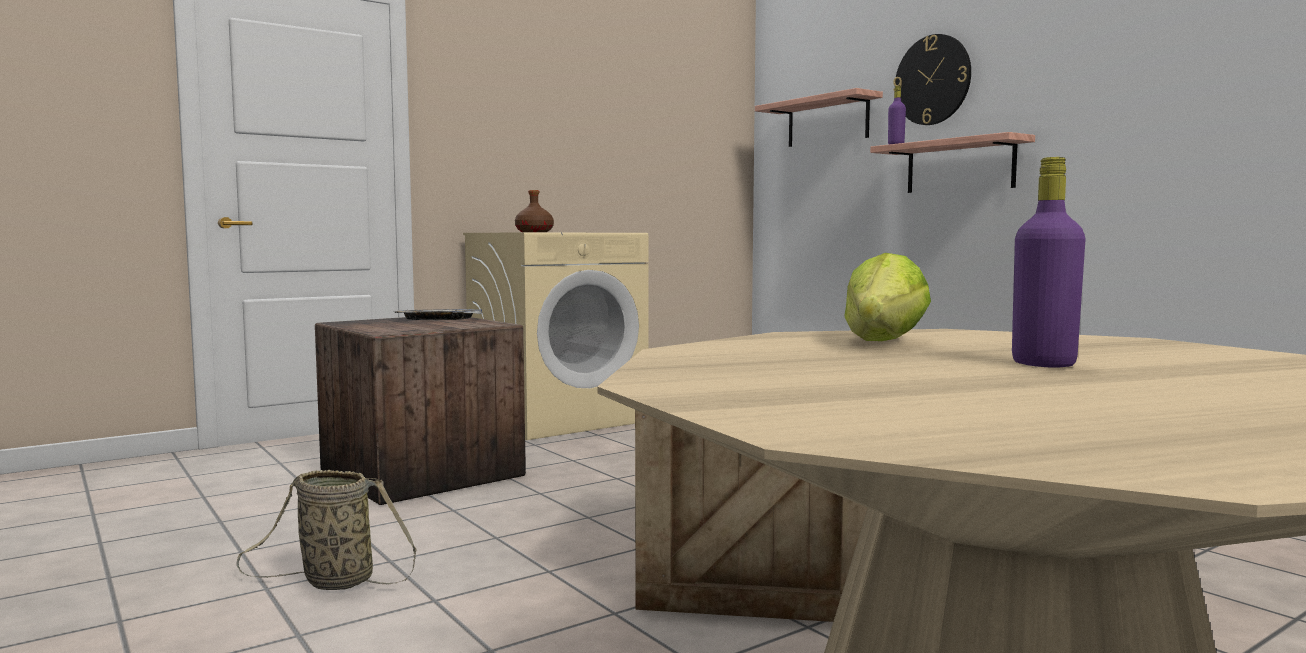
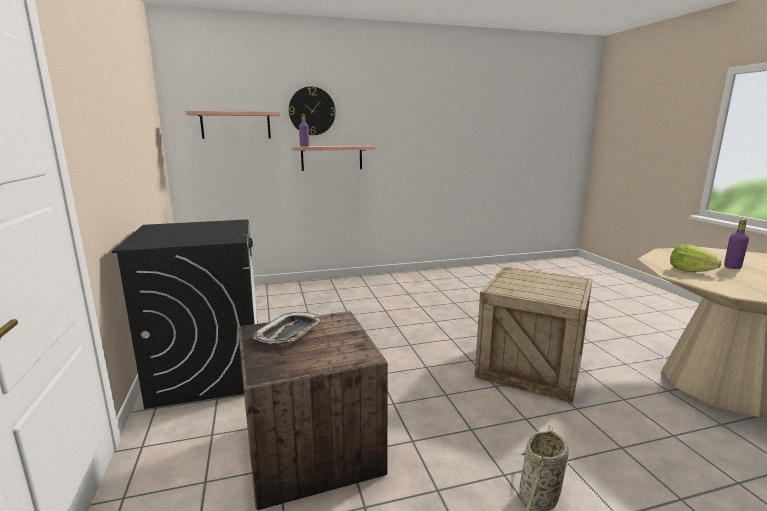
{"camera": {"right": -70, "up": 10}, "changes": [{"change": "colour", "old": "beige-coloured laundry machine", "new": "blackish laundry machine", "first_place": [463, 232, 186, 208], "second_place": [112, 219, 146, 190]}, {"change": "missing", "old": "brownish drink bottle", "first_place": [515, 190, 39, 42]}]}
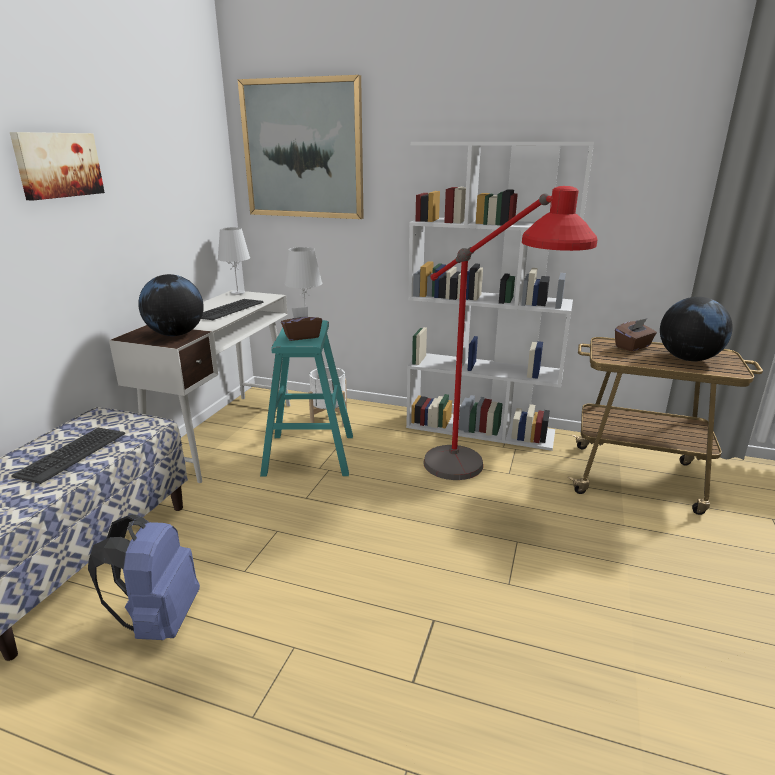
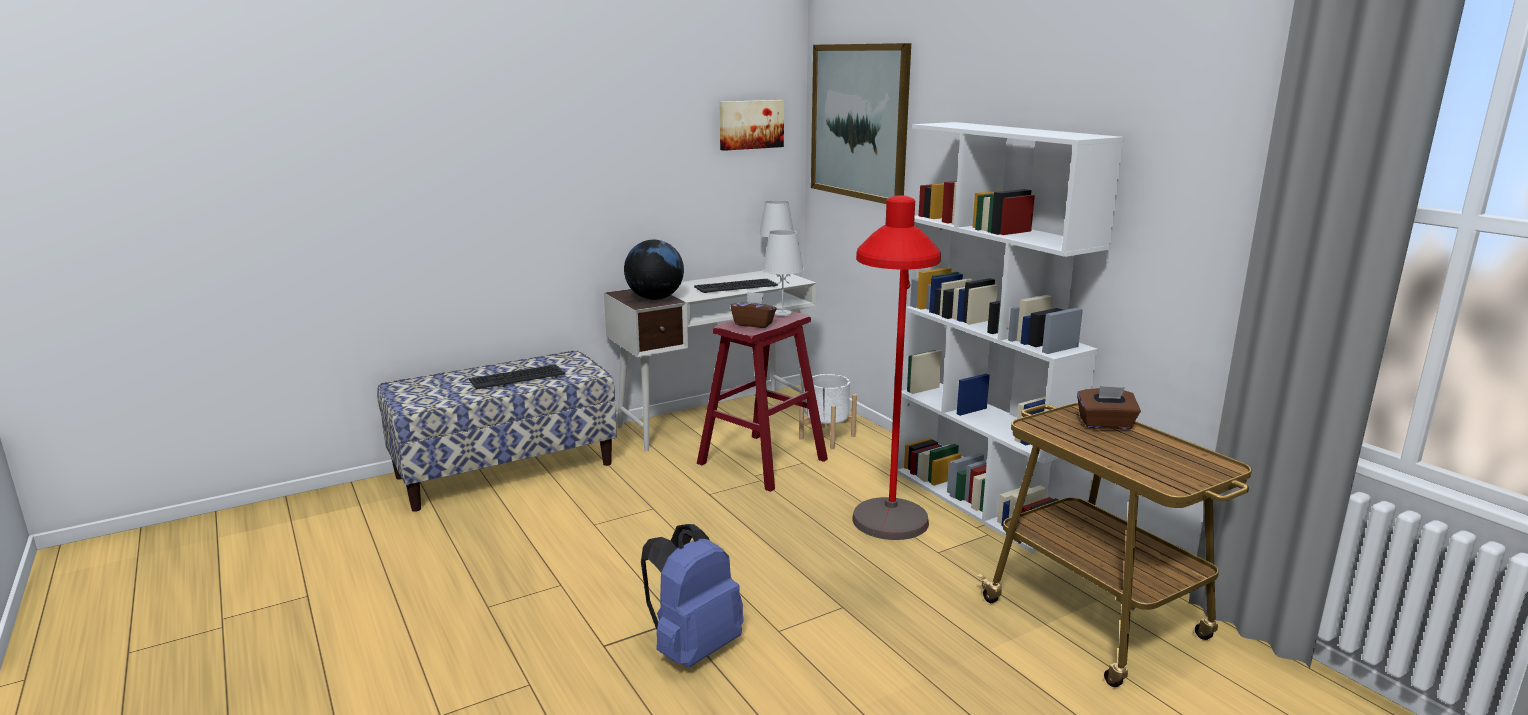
{"camera": {"right": 40, "up": -5}, "changes": [{"change": "relocated", "old": "bluish backpack", "first_place": [88, 514, 112, 126], "second_place": [641, 524, 103, 143]}, {"change": "colour", "old": "blue-green stool", "new": "reddish stool", "first_place": [260, 320, 93, 156], "second_place": [697, 308, 131, 184]}, {"change": "relocated", "old": "picture", "first_place": [10, 132, 95, 69], "second_place": [720, 100, 64, 51]}, {"change": "missing", "old": "world globe", "first_place": [660, 297, 73, 64]}]}
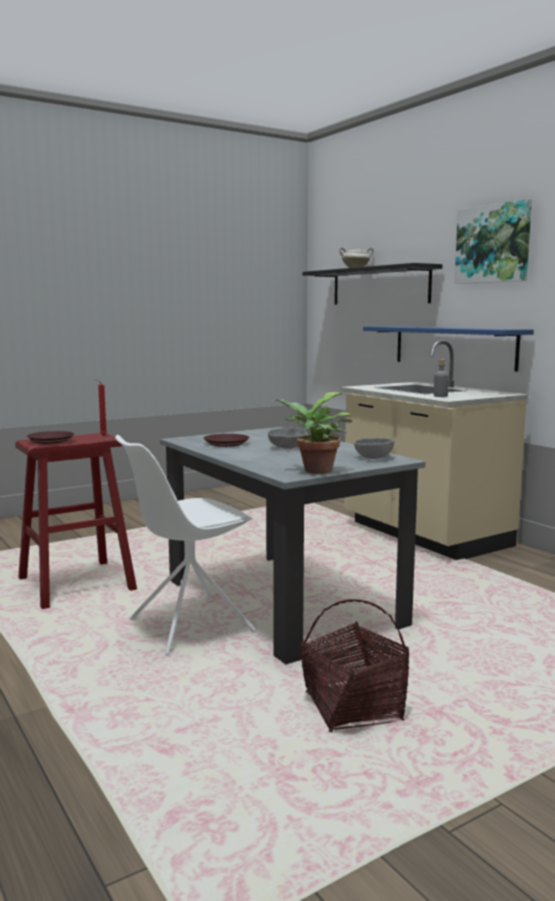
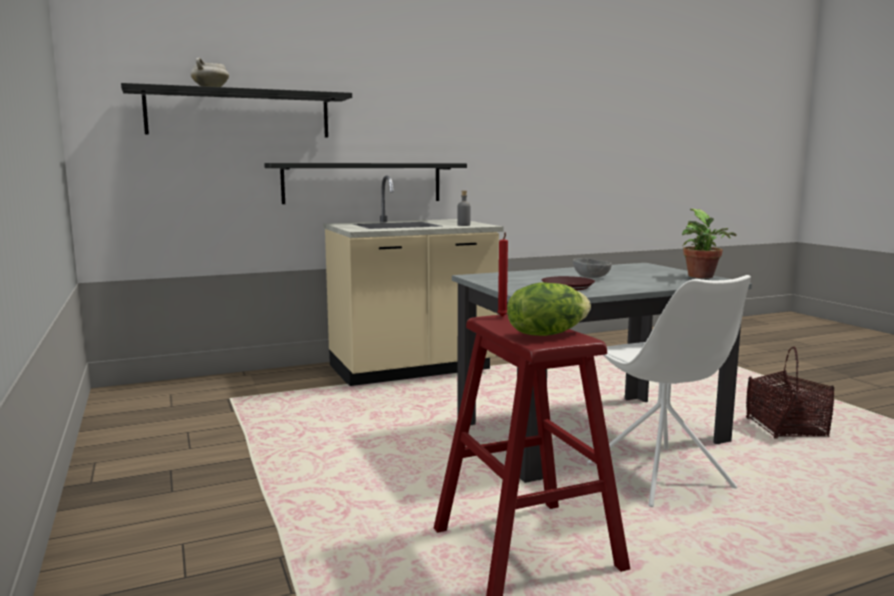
{"camera": {"right": -80, "up": 0}, "changes": [{"change": "colour", "old": "bluish bracket shelf", "new": "blackish bracket shelf", "first_place": [363, 326, 171, 46], "second_place": [264, 163, 203, 41]}, {"change": "exchanged", "old": "brownish dinner plate", "new": "lettuce", "first_place": [27, 431, 47, 13], "second_place": [507, 283, 84, 53]}, {"change": "missing", "old": "greyish deep dish", "first_place": [354, 438, 40, 21]}, {"change": "missing", "old": "picture", "first_place": [455, 199, 77, 85]}]}
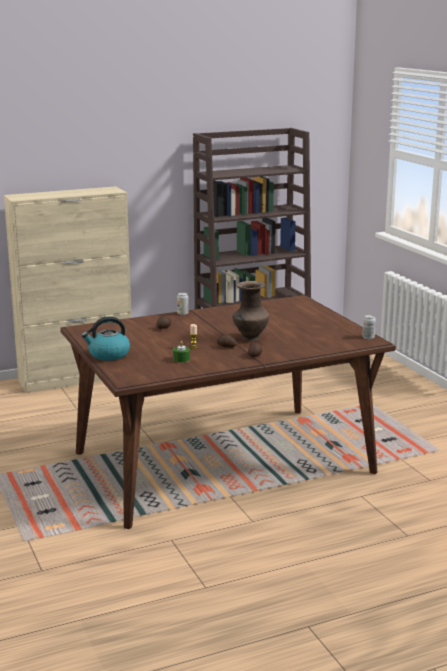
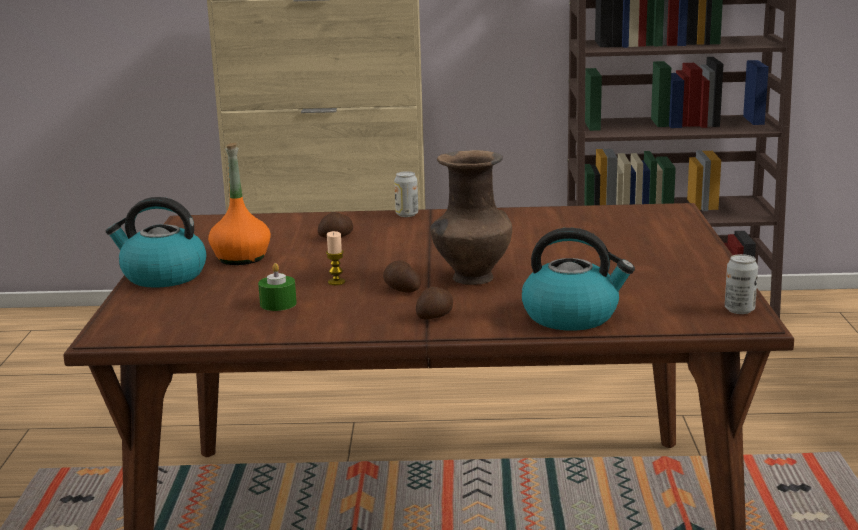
{"camera": {"right": 25, "up": 0}, "changes": [{"change": "appeared", "new": "orange drink bottle", "second_place": [208, 143, 63, 122]}, {"change": "appeared", "new": "water kettle", "second_place": [522, 228, 113, 103]}]}
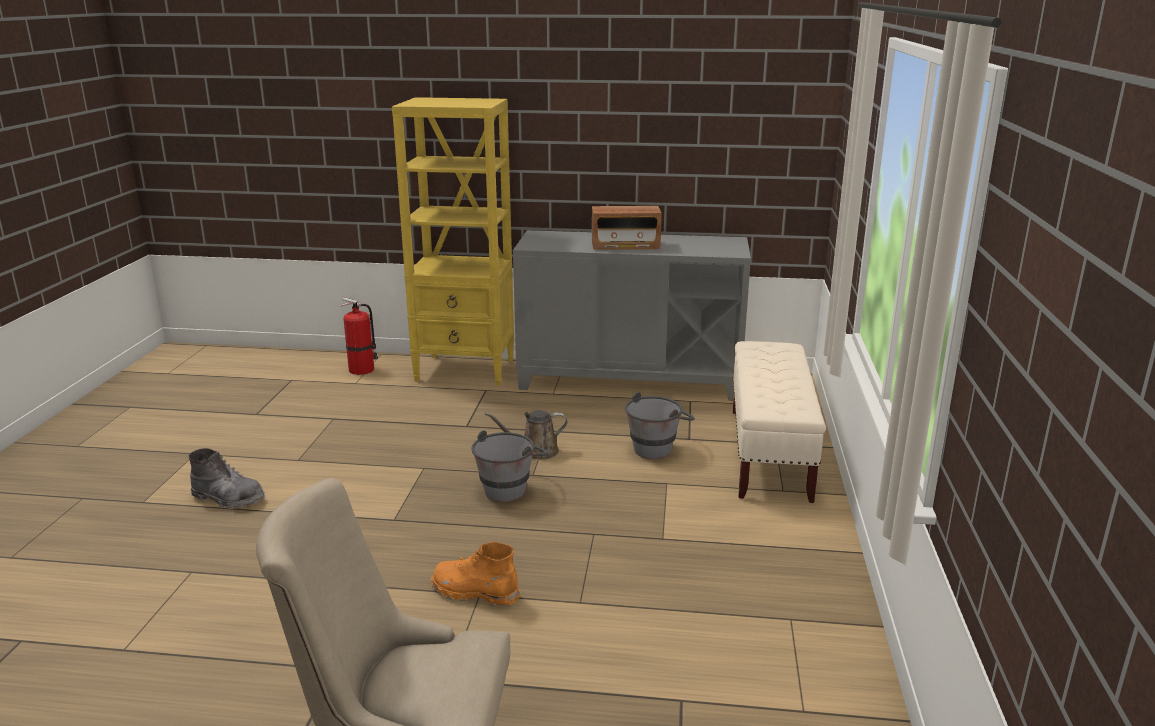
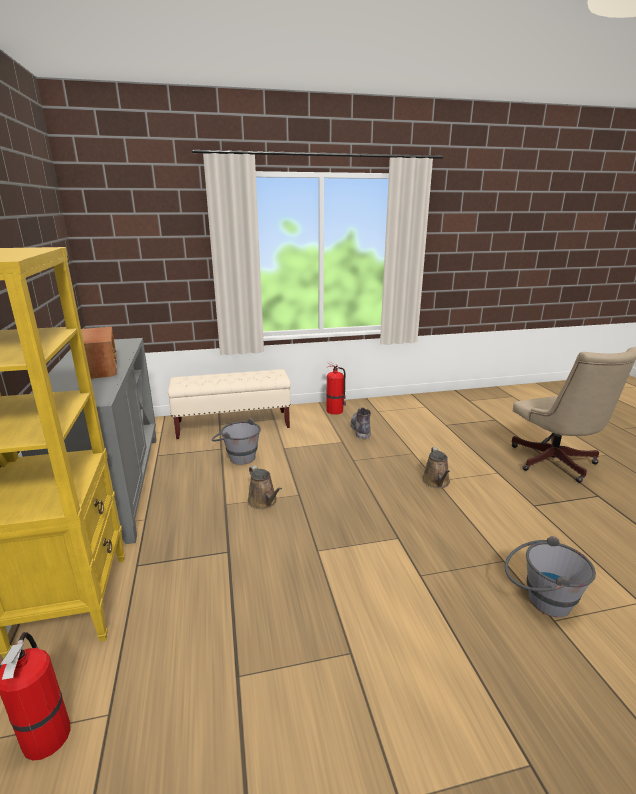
{"camera": {"right": -110, "up": 0}, "changes": [{"change": "appeared", "new": "fire-fighting cylinder", "second_place": [326, 362, 20, 53]}, {"change": "relocated", "old": "greyish boot", "first_place": [189, 448, 76, 62], "second_place": [351, 407, 20, 33]}, {"change": "exchanged", "old": "orange boot", "new": "brownish sprinkling can", "first_place": [431, 542, 89, 65], "second_place": [422, 447, 28, 41]}, {"change": "relocated", "old": "greyish pail", "first_place": [471, 430, 76, 72], "second_place": [505, 536, 91, 81]}]}
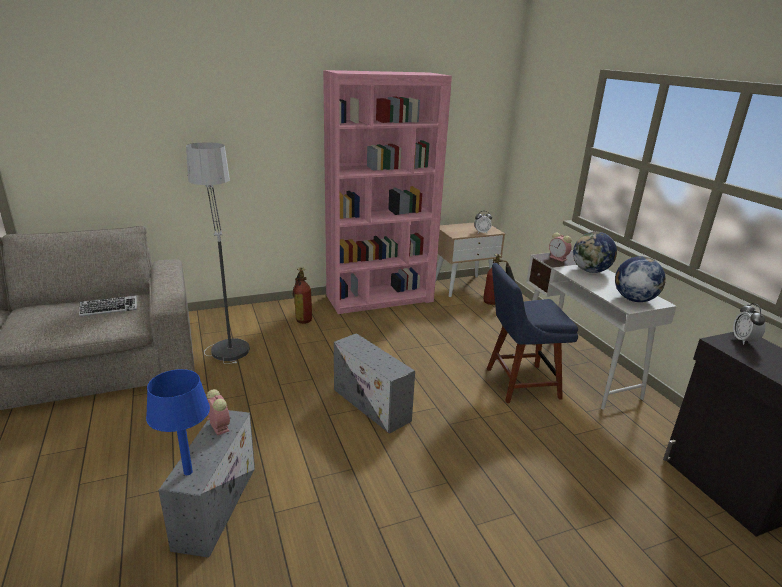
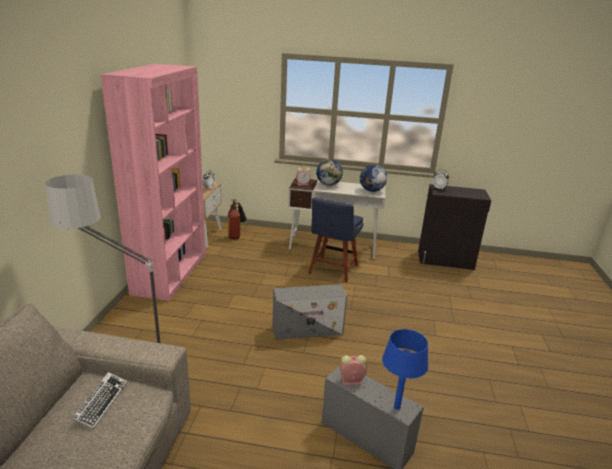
{"camera": {"right": -60, "up": 0}, "changes": [{"change": "missing", "old": "fire-fighting cylinder", "first_place": [292, 268, 20, 56]}]}
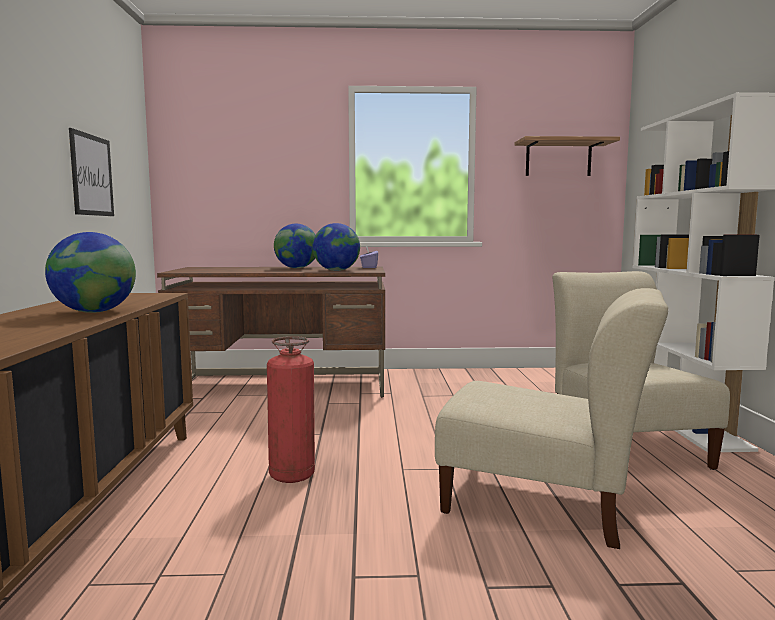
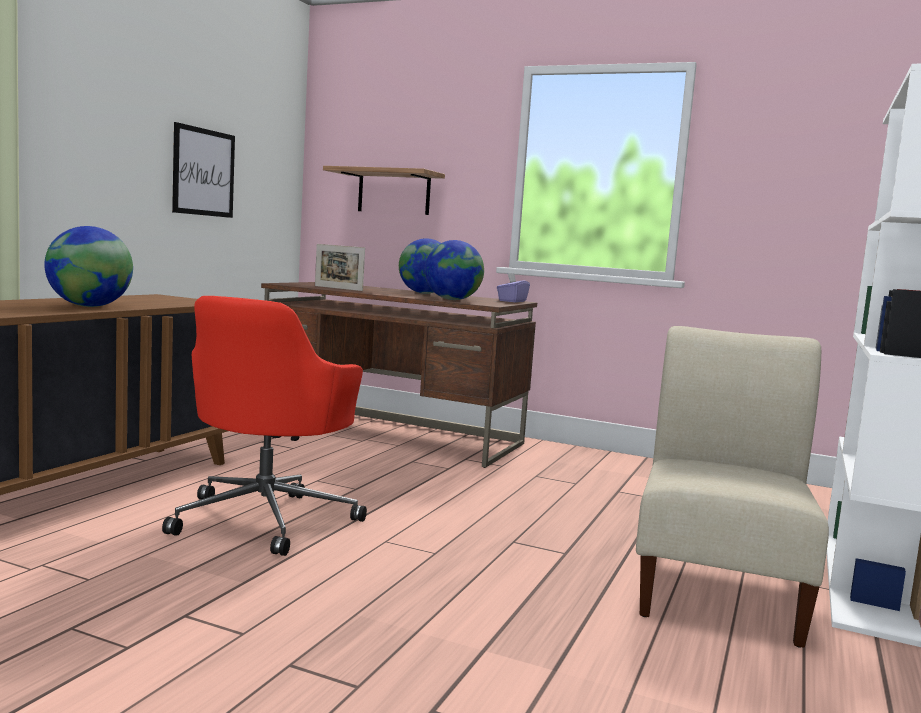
{"camera": {"right": 25, "up": 0}, "changes": [{"change": "exchanged", "old": "fire-fighting cylinder", "new": "reddish desk chair", "first_place": [267, 336, 48, 147], "second_place": [162, 296, 205, 260]}, {"change": "appeared", "new": "photo frame", "second_place": [315, 244, 50, 47]}, {"change": "relocated", "old": "bracket shelf", "first_place": [515, 136, 105, 40], "second_place": [323, 166, 122, 49]}, {"change": "missing", "old": "beige-coloured upright chair", "first_place": [435, 288, 233, 261]}]}
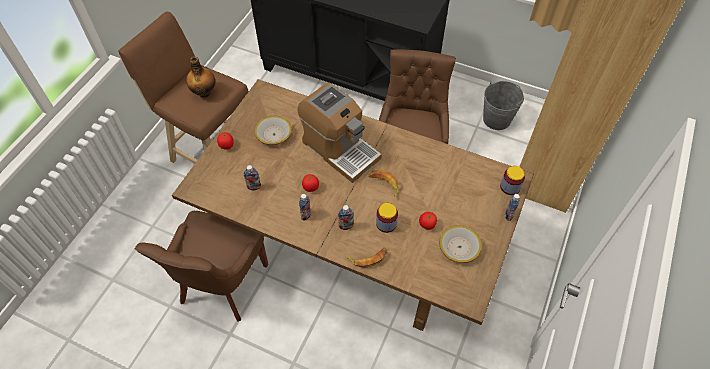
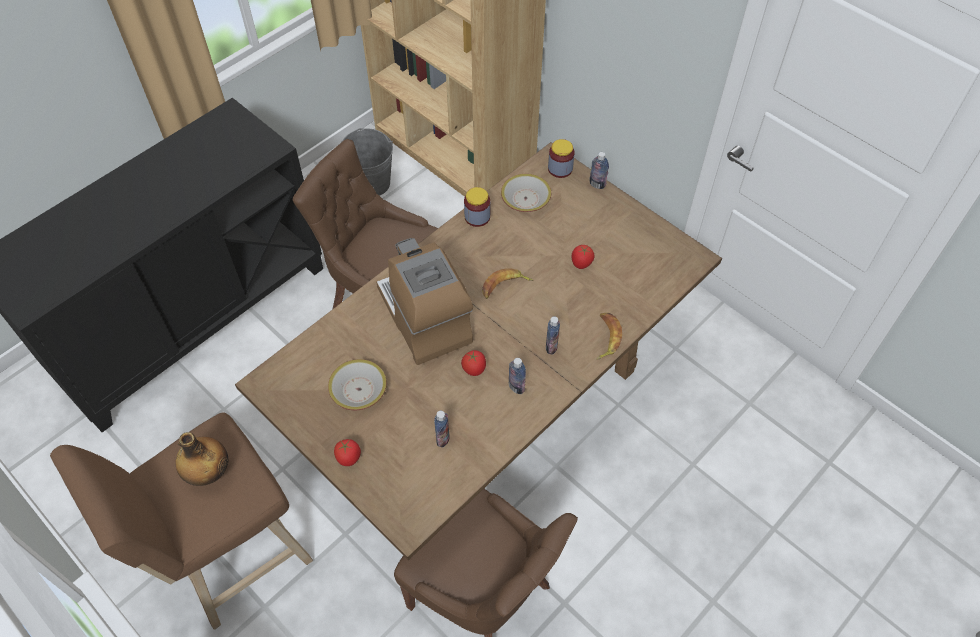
{"camera": {"right": -70, "up": 0}, "changes": [{"change": "spun", "old": "coffee machine", "first_place": [298, 82, 84, 101], "second_place": [376, 238, 97, 127], "degrees": -90}, {"change": "relocated", "old": "jar", "first_place": [376, 203, 22, 30], "second_place": [464, 187, 26, 40]}, {"change": "relocated", "old": "deep dish", "first_place": [439, 225, 43, 38], "second_place": [501, 174, 50, 38]}]}
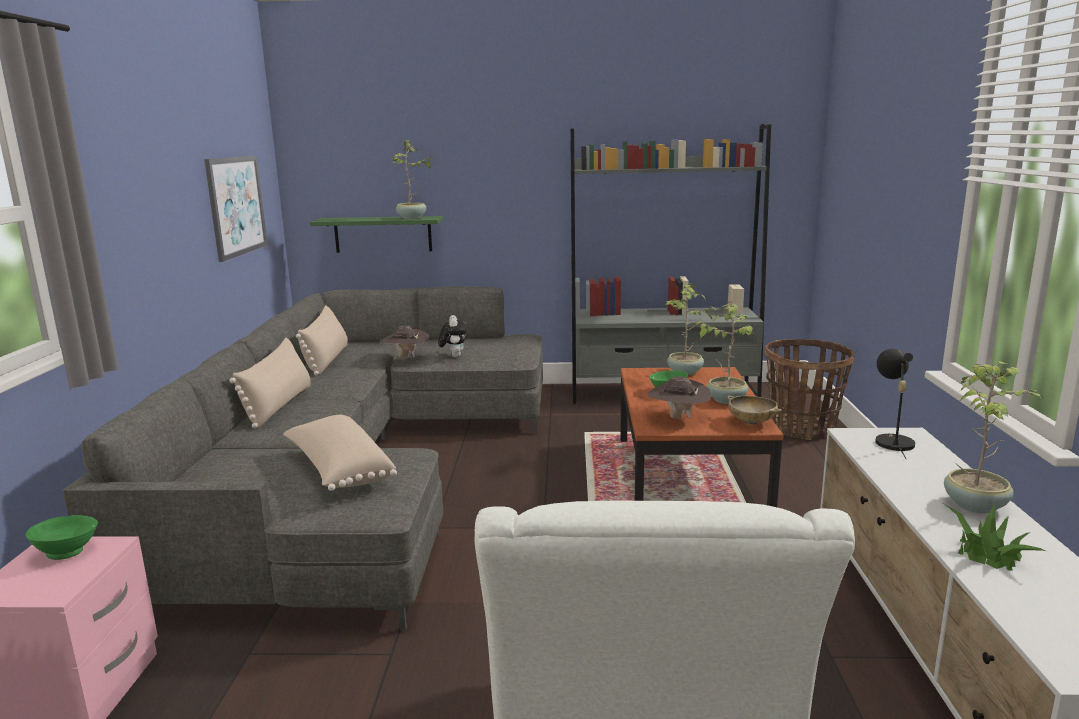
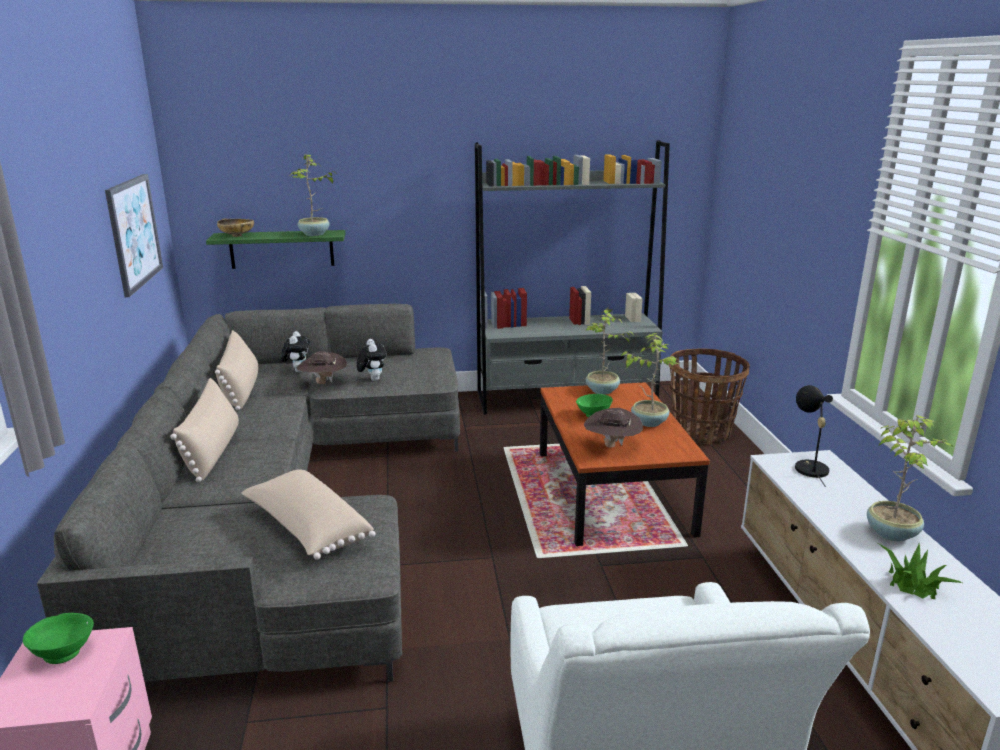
{"camera": {"right": -10, "up": 5}, "changes": [{"change": "relocated", "old": "beige-coloured deep dish", "first_place": [727, 396, 55, 29], "second_place": [217, 219, 37, 18]}, {"change": "appeared", "new": "plush toy", "second_place": [281, 331, 29, 41]}]}
